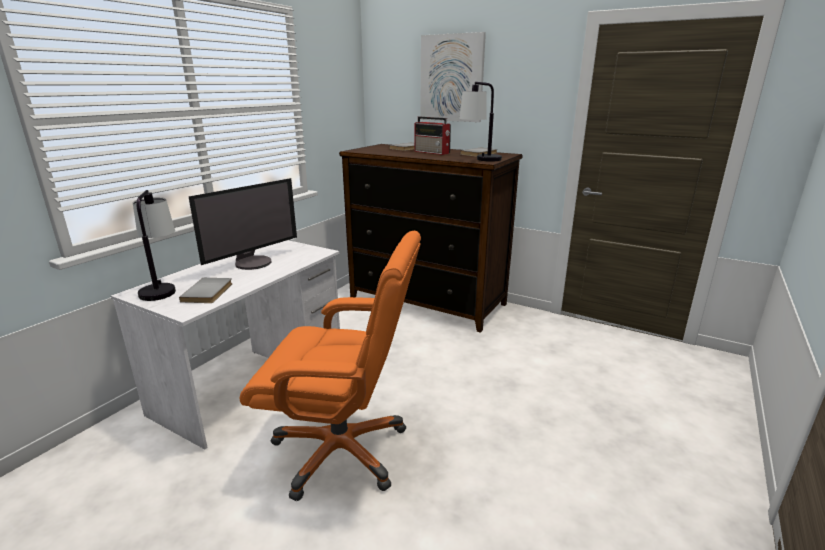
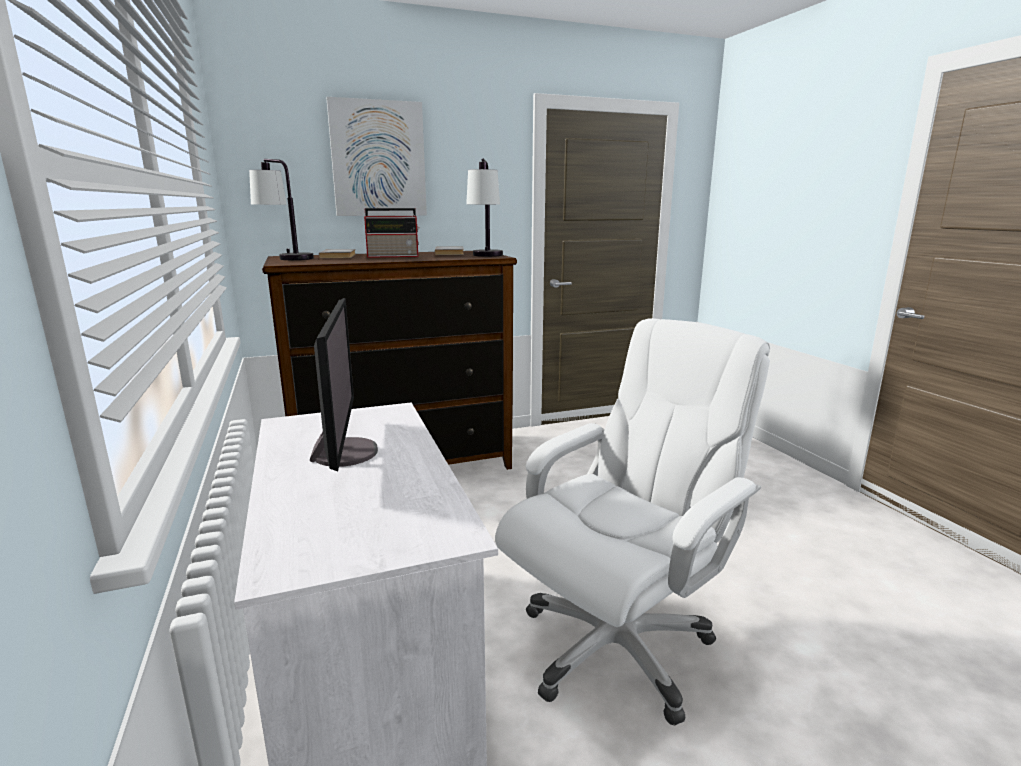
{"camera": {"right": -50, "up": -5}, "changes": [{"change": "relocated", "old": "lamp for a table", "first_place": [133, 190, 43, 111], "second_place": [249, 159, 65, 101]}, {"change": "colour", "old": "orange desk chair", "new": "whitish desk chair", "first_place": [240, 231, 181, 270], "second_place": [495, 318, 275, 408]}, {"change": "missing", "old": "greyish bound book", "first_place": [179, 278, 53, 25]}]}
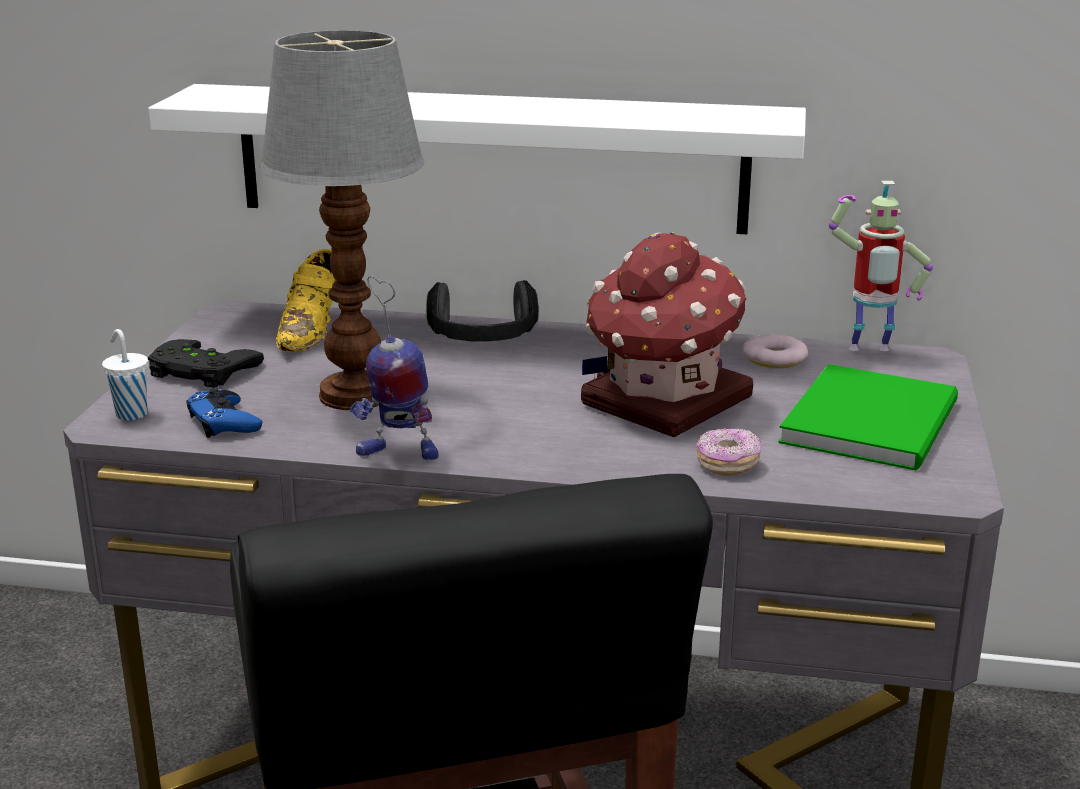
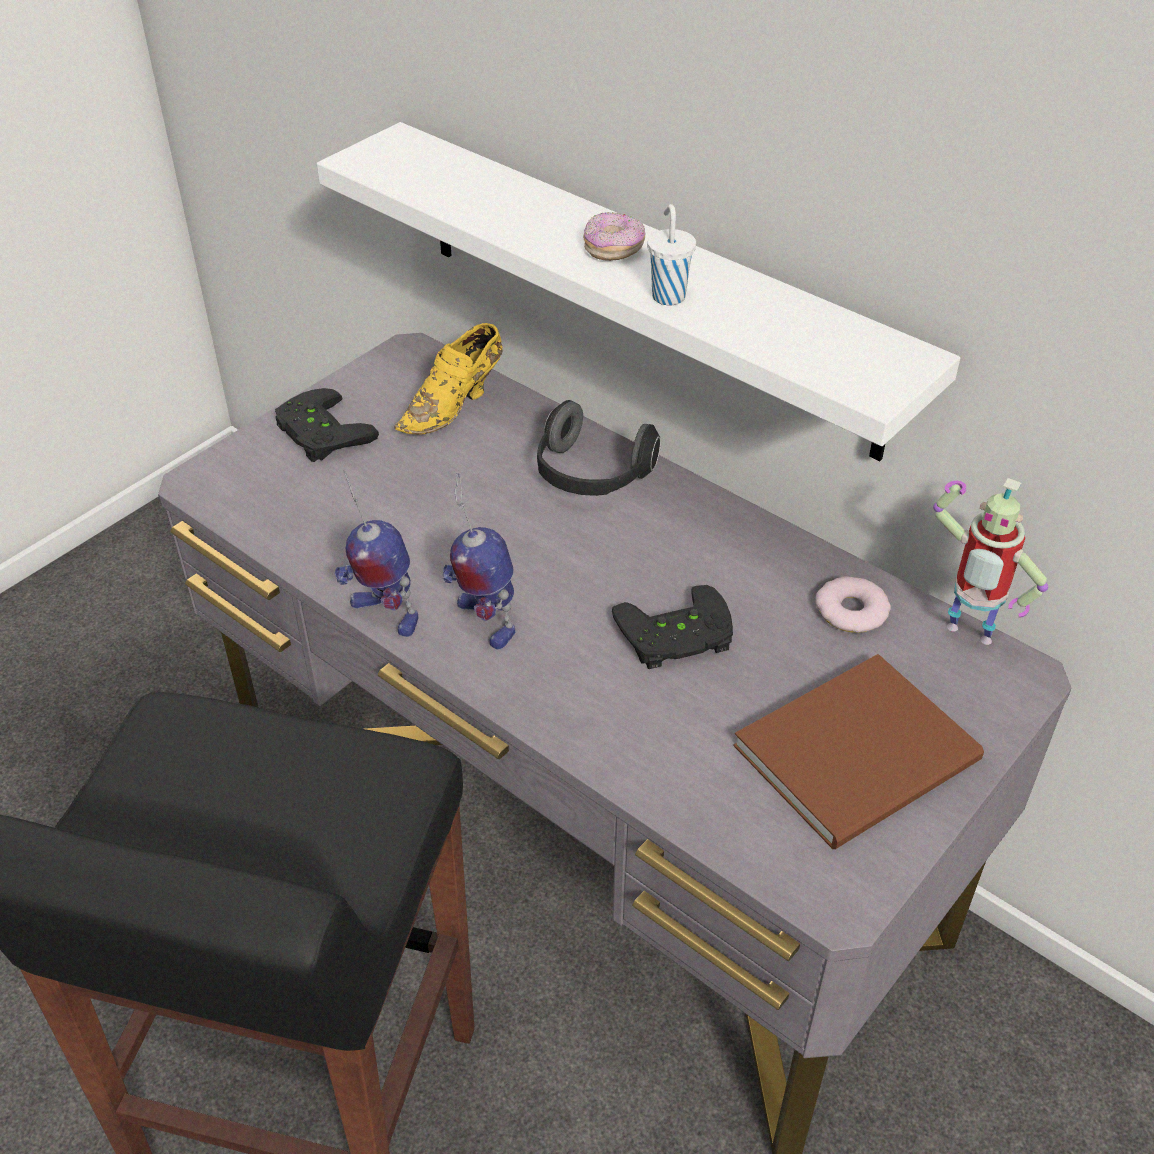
{"camera": {"right": 30, "up": 20}, "changes": [{"change": "appeared", "new": "robot figure", "second_place": [442, 473, 73, 177]}, {"change": "relocated", "old": "doughnut", "first_place": [696, 428, 66, 48], "second_place": [583, 212, 62, 49]}, {"change": "exchanged", "old": "model house", "new": "blackish game controller", "first_place": [581, 232, 172, 205], "second_place": [612, 585, 121, 84]}, {"change": "relocated", "old": "whitish cup", "first_place": [102, 329, 46, 92], "second_place": [647, 204, 49, 101]}, {"change": "colour", "old": "greenish bound book", "new": "brownish bound book", "first_place": [778, 364, 180, 106], "second_place": [733, 654, 251, 195]}, {"change": "missing", "old": "bluish game controller", "first_place": [186, 388, 77, 50]}, {"change": "missing", "old": "lamp for a table", "first_place": [260, 30, 165, 380]}]}
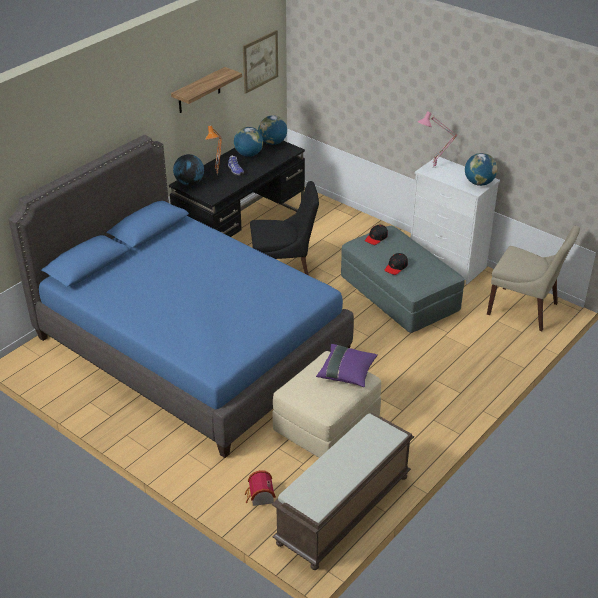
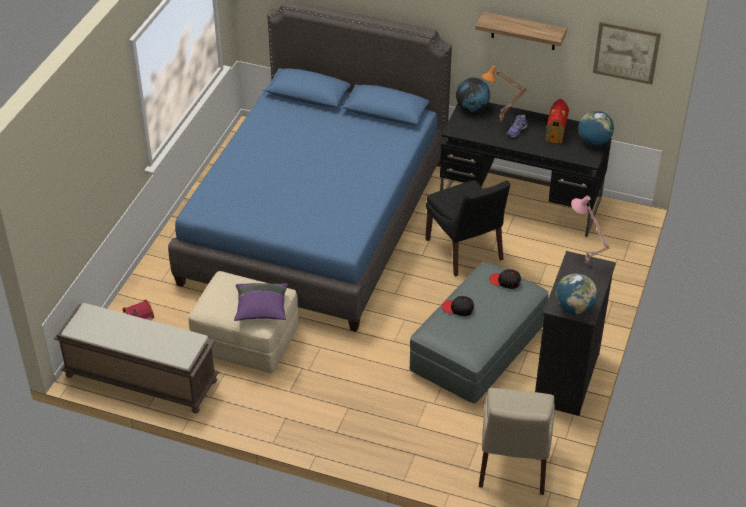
{"camera": {"right": 70, "up": 5}, "changes": [{"change": "colour", "old": "whitish chest of drawers", "new": "blackish chest of drawers", "first_place": [411, 156, 89, 129], "second_place": [535, 251, 81, 165]}, {"change": "exchanged", "old": "world globe", "new": "model house", "first_place": [234, 127, 29, 30], "second_place": [546, 99, 23, 44]}]}
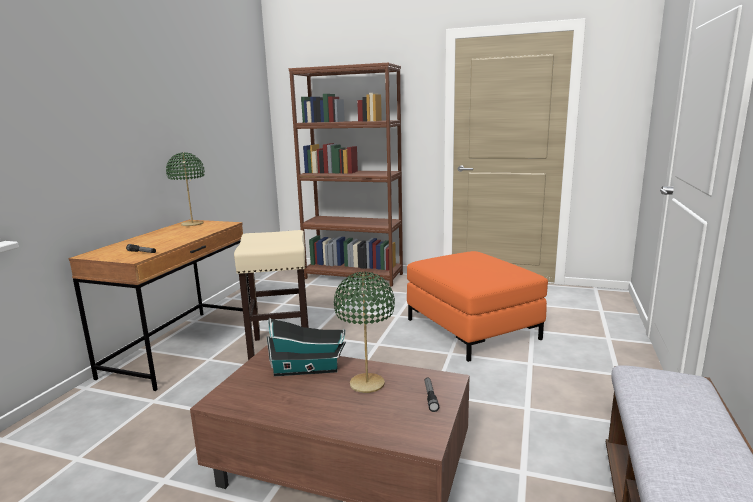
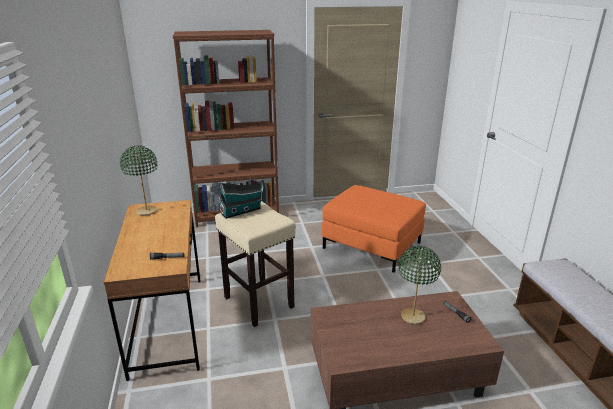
{"camera": {"right": -30, "up": 10}, "changes": [{"change": "relocated", "old": "model house", "first_place": [266, 318, 80, 59], "second_place": [218, 182, 45, 37]}]}
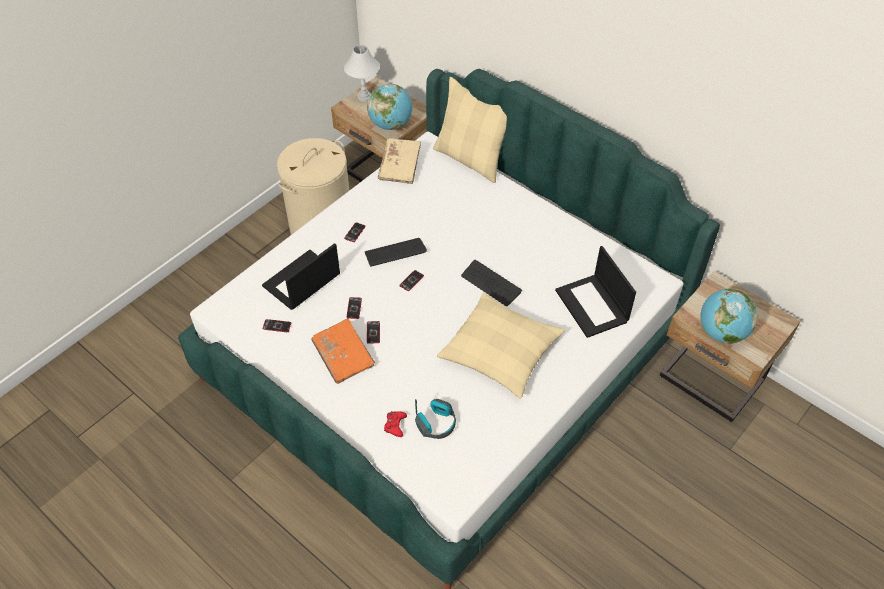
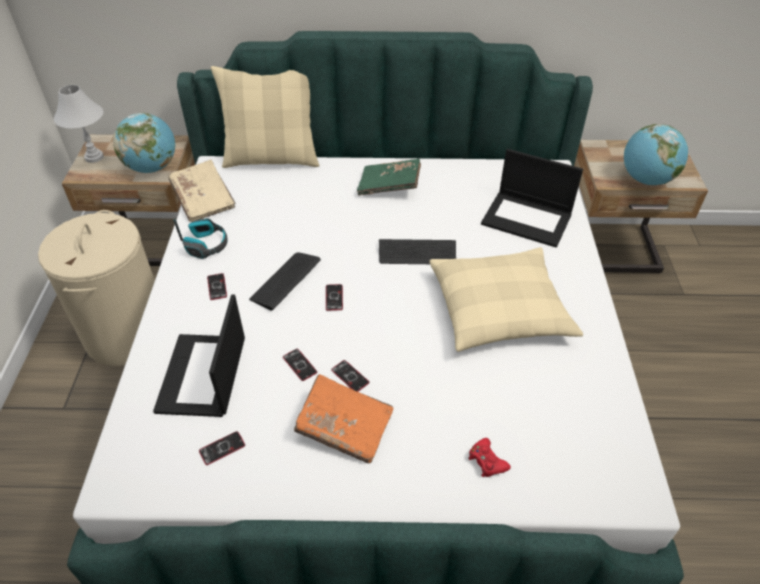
{"camera": {"right": -40, "up": -5}, "changes": [{"change": "relocated", "old": "headset", "first_place": [415, 399, 41, 40], "second_place": [173, 218, 54, 41]}, {"change": "appeared", "new": "greenish bound book", "second_place": [357, 159, 64, 37]}]}
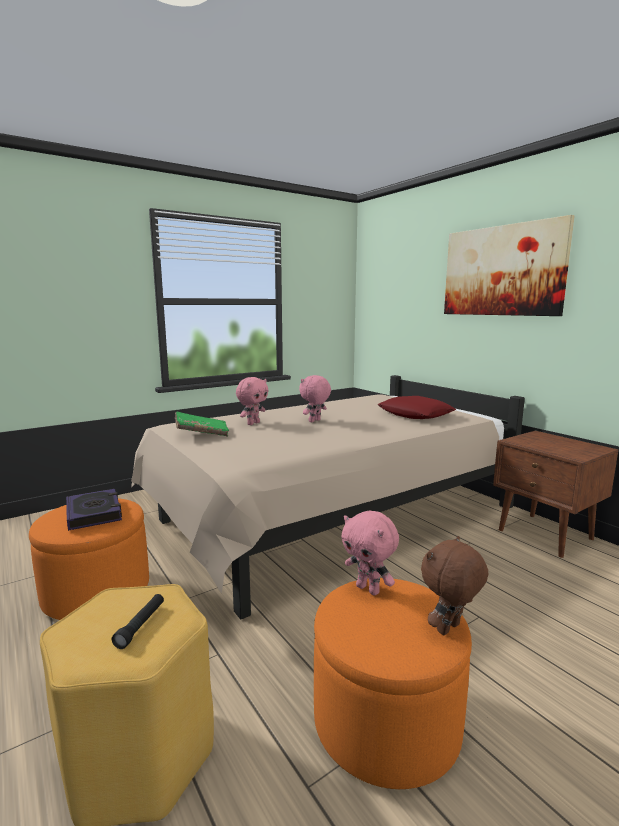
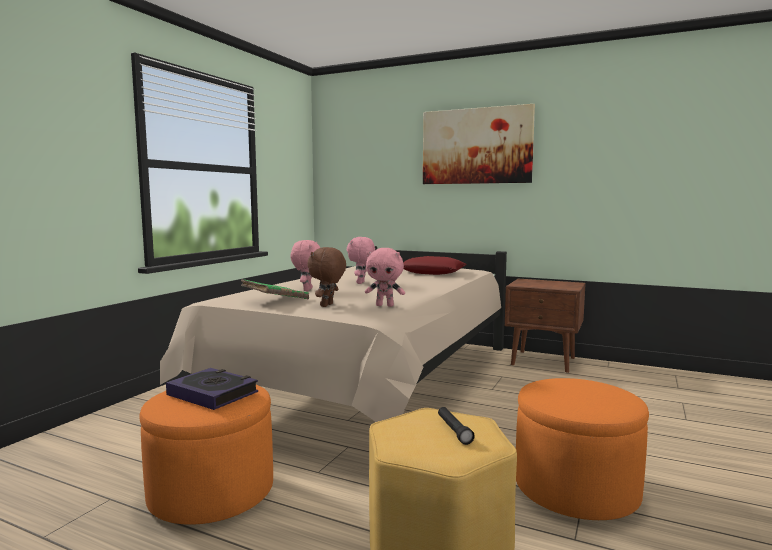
{"camera": {"right": -30, "up": -5}, "changes": [{"change": "relocated", "old": "brownish plush toy", "first_place": [421, 536, 67, 99], "second_place": [307, 247, 39, 60]}, {"change": "relocated", "old": "pinkish plush toy", "first_place": [342, 510, 57, 85], "second_place": [365, 248, 40, 59]}]}
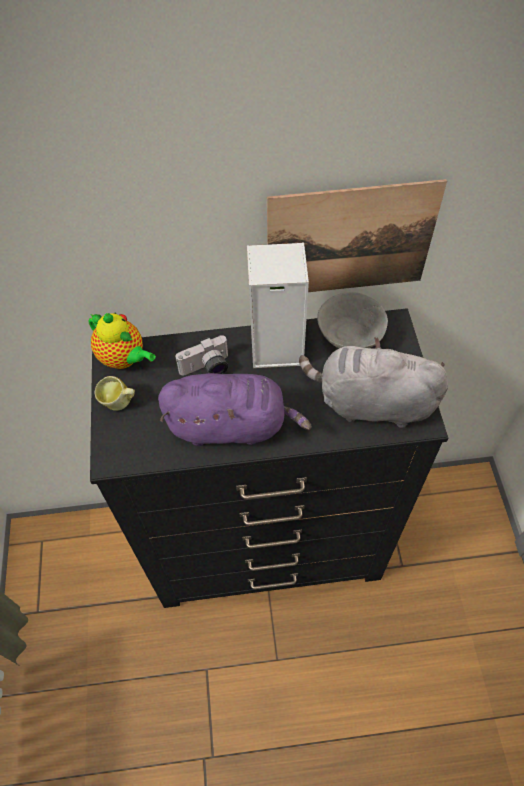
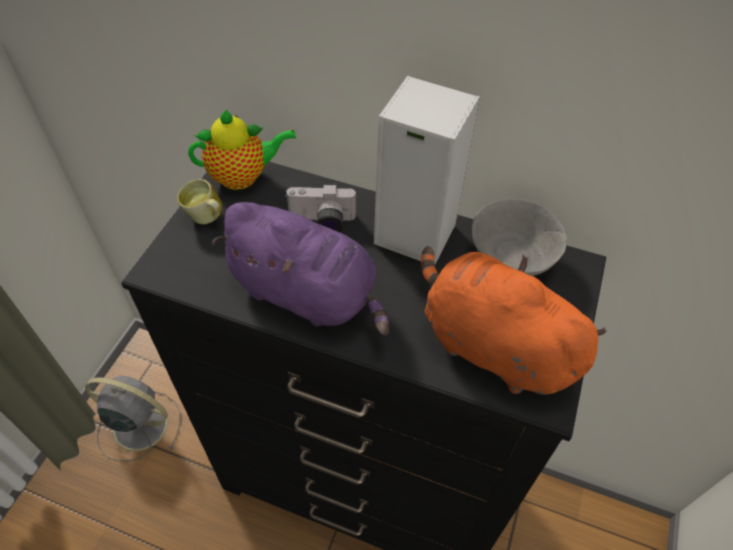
{"camera": {"right": 25, "up": -5}, "changes": [{"change": "appeared", "new": "greyish fan", "second_place": [85, 376, 96, 85]}, {"change": "spun", "old": "tea pot", "first_place": [88, 313, 68, 56], "second_place": [188, 109, 108, 81], "degrees": -75}, {"change": "colour", "old": "greyish plush toy", "new": "orange plush toy", "first_place": [299, 337, 149, 91], "second_place": [421, 246, 185, 149]}, {"change": "missing", "old": "picture", "first_place": [267, 179, 180, 113]}]}
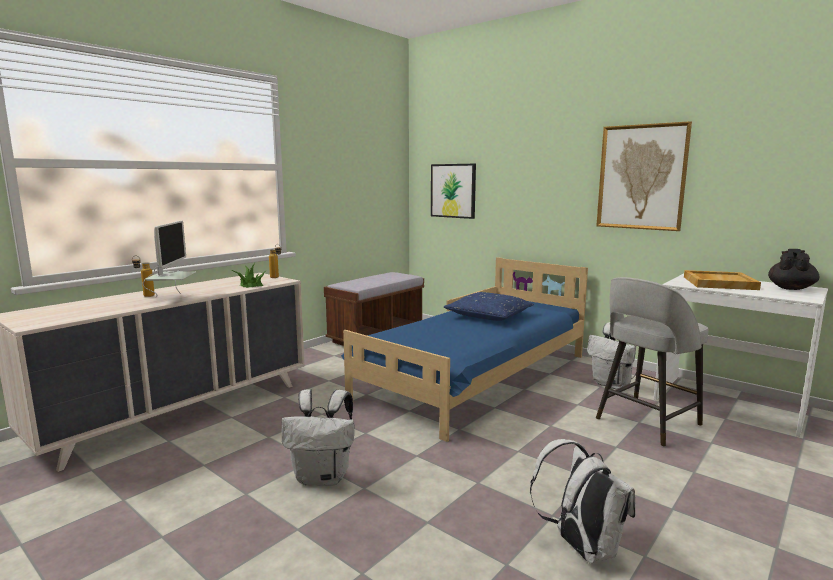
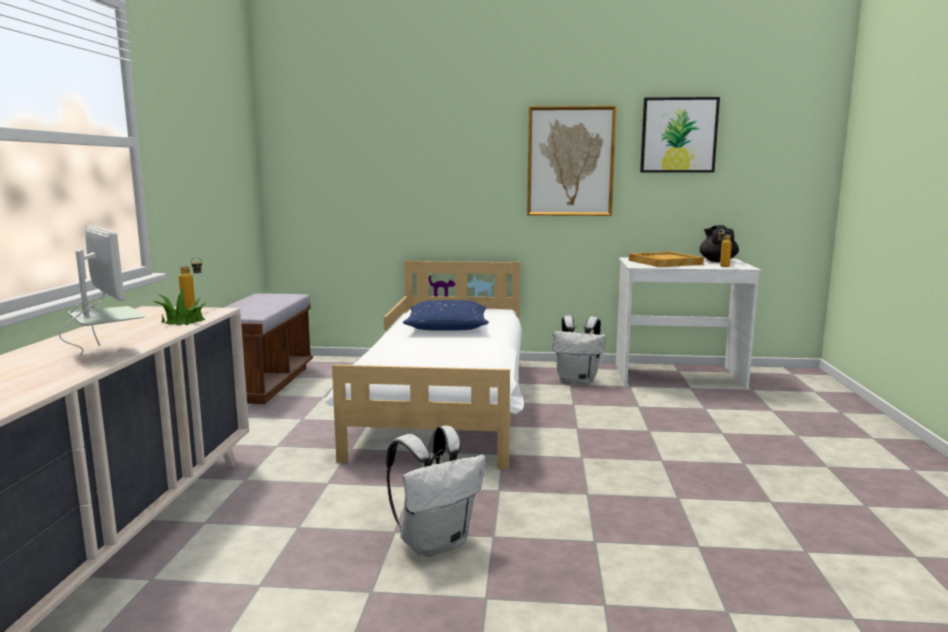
{"camera": {"right": -35, "up": 0}, "changes": [{"change": "colour", "old": "bluish bed", "new": "whitish bed", "first_place": [341, 257, 247, 185], "second_place": [324, 260, 200, 209]}, {"change": "relocated", "old": "picture", "first_place": [431, 164, 45, 55], "second_place": [640, 97, 80, 75]}, {"change": "relocated", "old": "drink bottle", "first_place": [132, 255, 23, 42], "second_place": [718, 229, 14, 38]}, {"change": "missing", "old": "whitish backpack", "first_place": [530, 439, 105, 124]}, {"change": "missing", "old": "greyish stool", "first_place": [596, 277, 113, 170]}]}
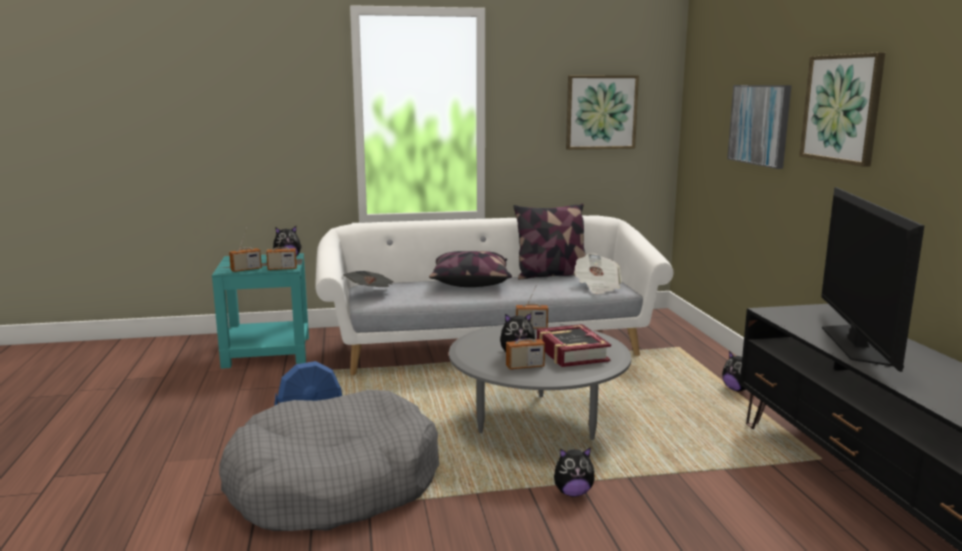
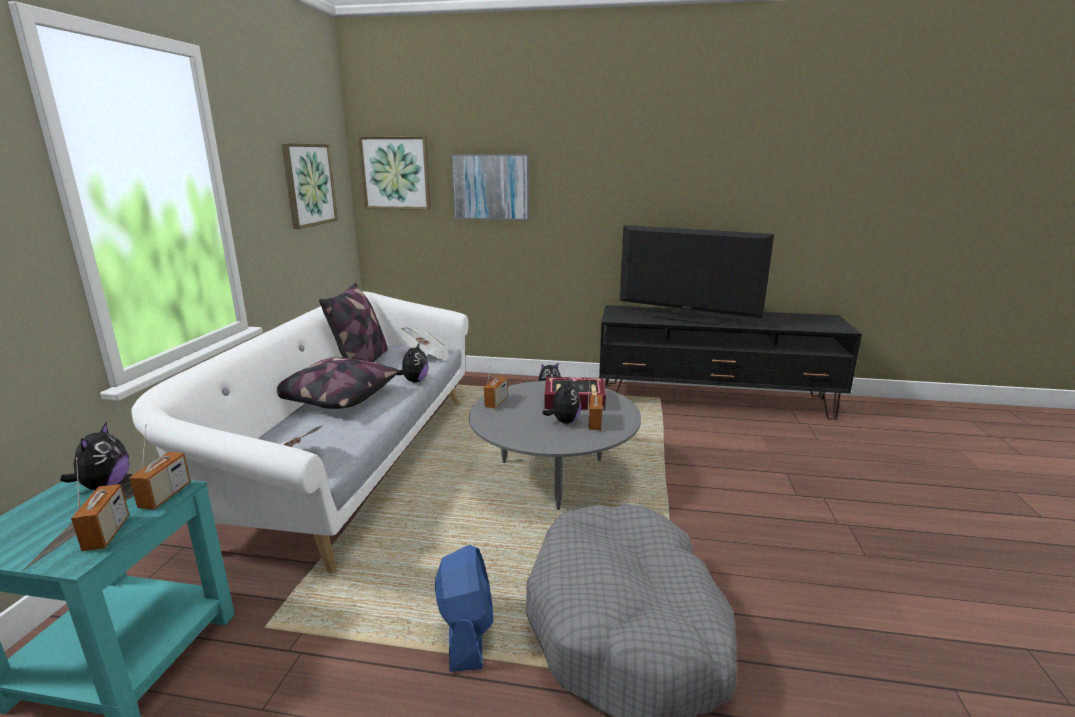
{"camera": {"right": -70, "up": 5}, "changes": [{"change": "relocated", "old": "picture", "first_place": [799, 52, 86, 115], "second_place": [358, 136, 73, 74]}, {"change": "relocated", "old": "plush toy", "first_place": [554, 447, 41, 50], "second_place": [397, 342, 32, 40]}]}
